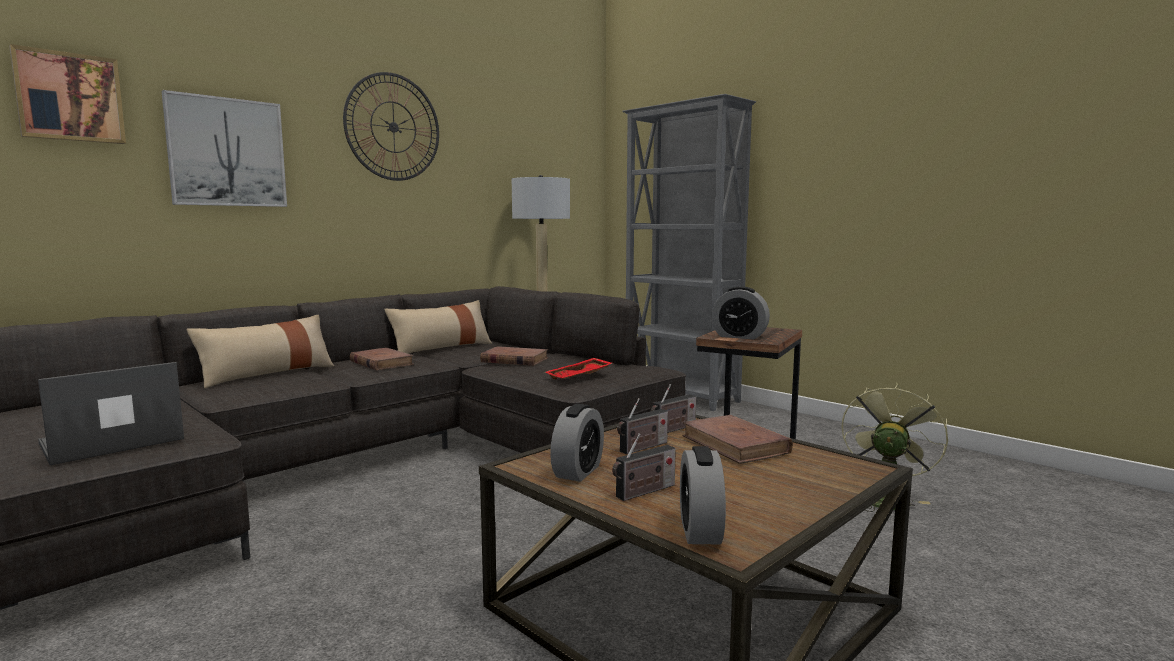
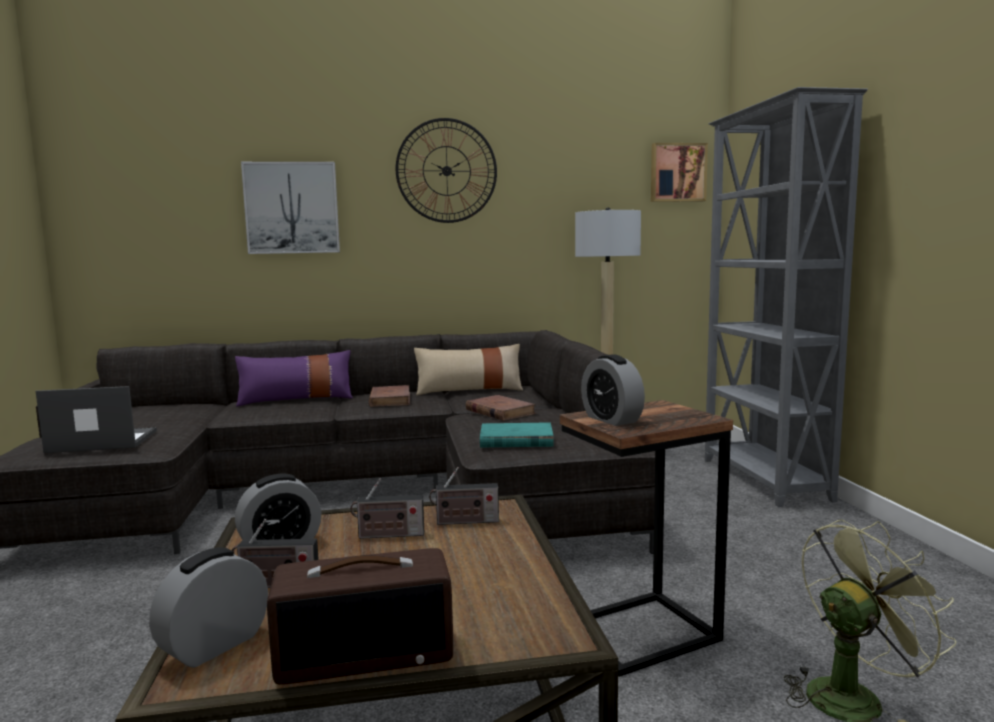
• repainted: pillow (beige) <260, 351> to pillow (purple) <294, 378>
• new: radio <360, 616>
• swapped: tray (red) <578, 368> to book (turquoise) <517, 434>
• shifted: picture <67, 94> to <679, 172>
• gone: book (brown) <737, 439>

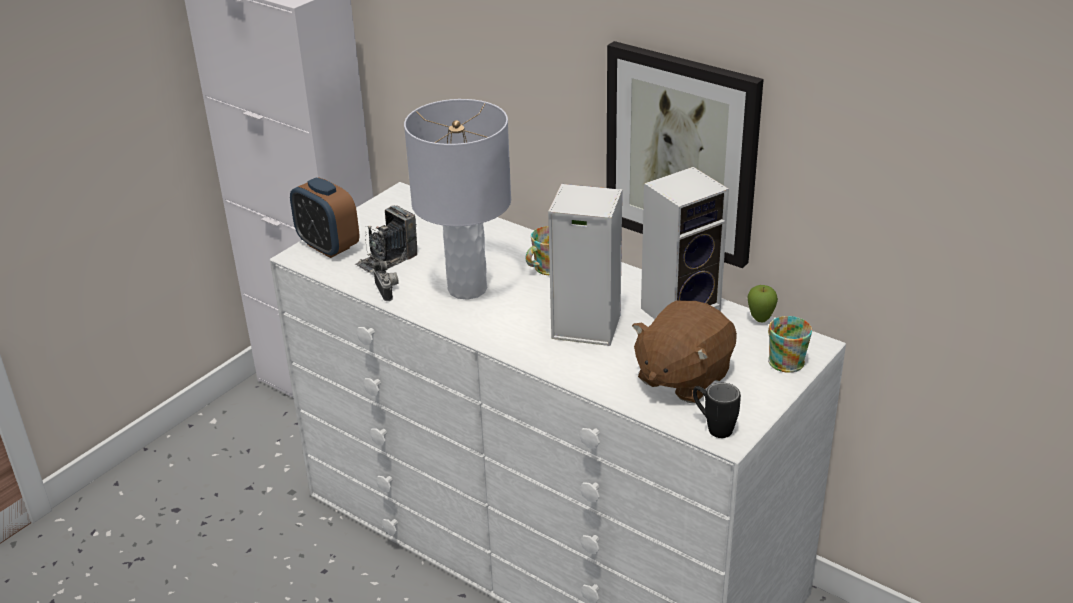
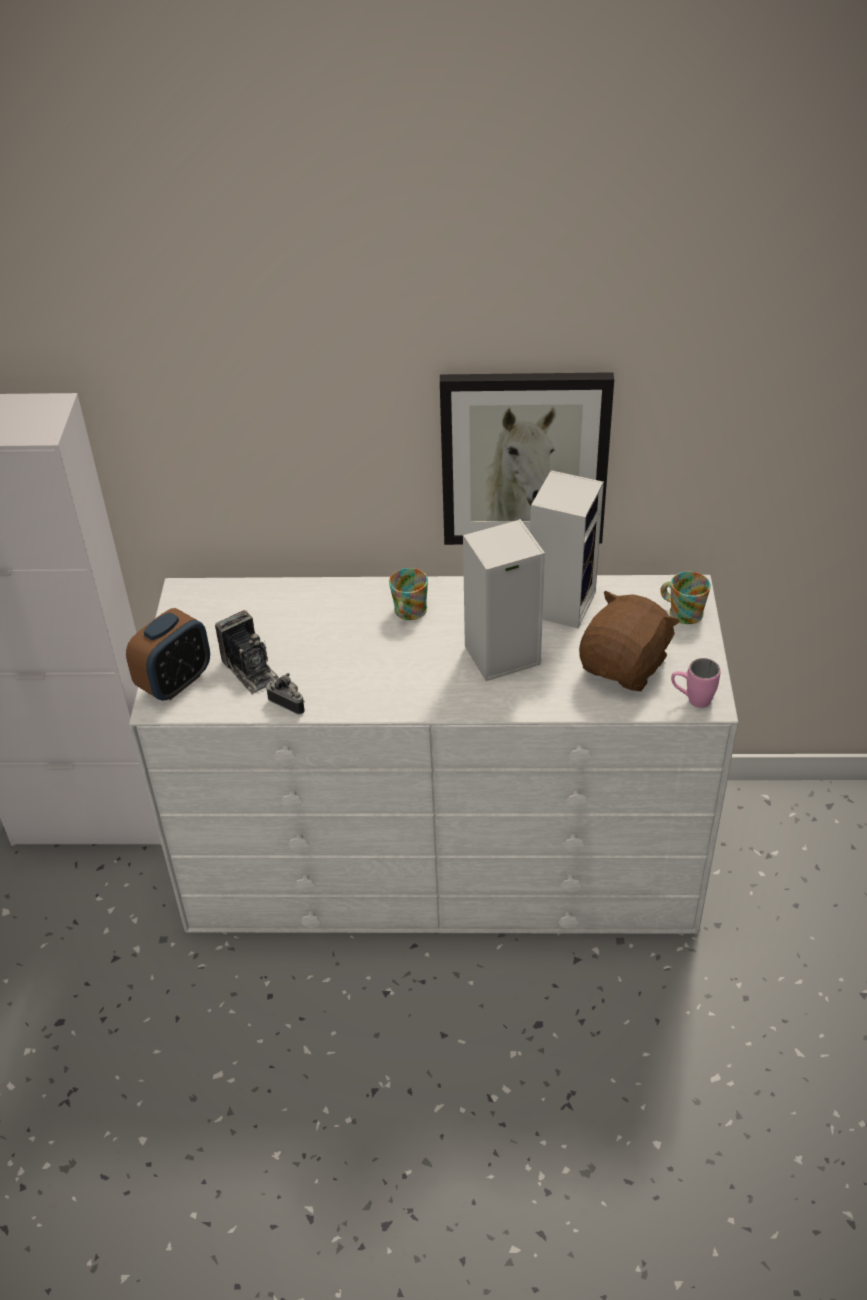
• rotated: alarm clock <325, 217> = <168, 654> 60 degrees counterclockwise
• rotated: photo camera <385, 240> = <247, 652> 45 degrees counterclockwise
• rotated: plush toy (brown) <684, 351> = <629, 640> 150 degrees counterclockwise
• repainted: mug (black) <717, 410> to mug (pink) <696, 683>
• gone: table lamp (grey) <457, 199>
• gone: apple <762, 303>

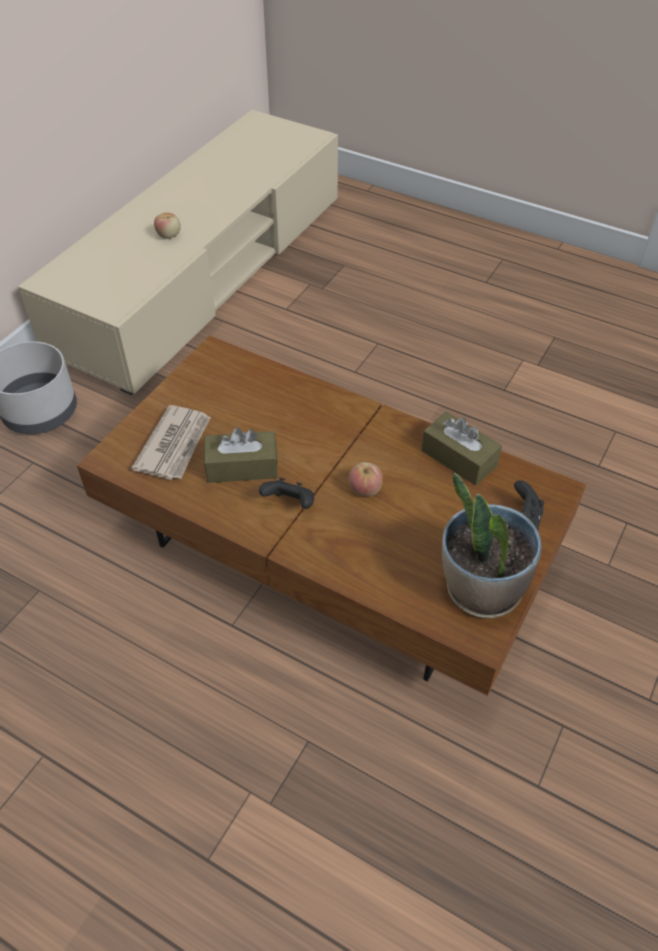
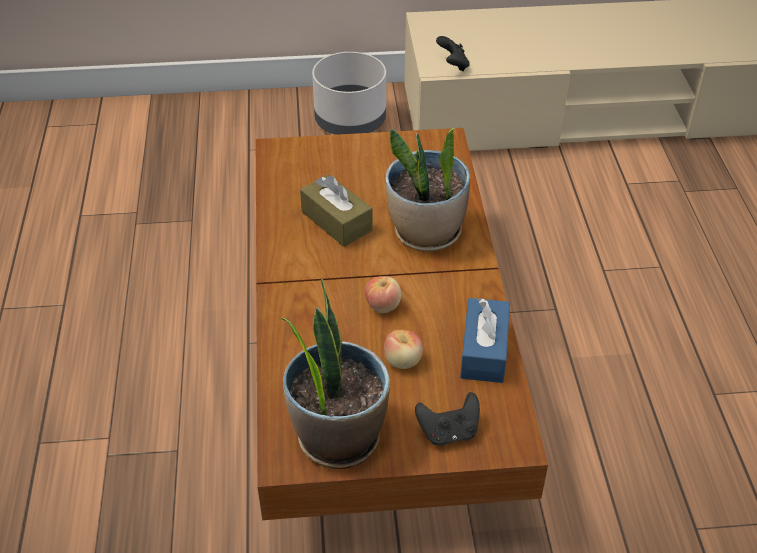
• shifted: apple <167, 226> to <403, 349>
• new: potted plant <427, 190>
• shifted: game controller (black) <286, 493> to <453, 53>
• repainted: tissue box (brown) <462, 449> to tissue box (blue) <485, 340>
• gone: newspaper <171, 442>

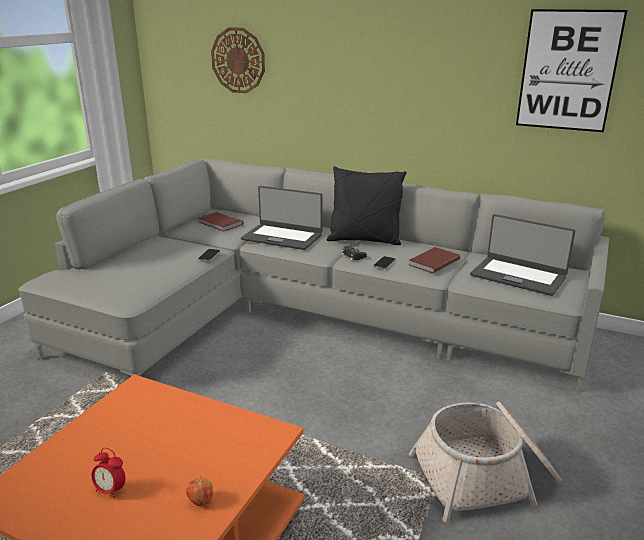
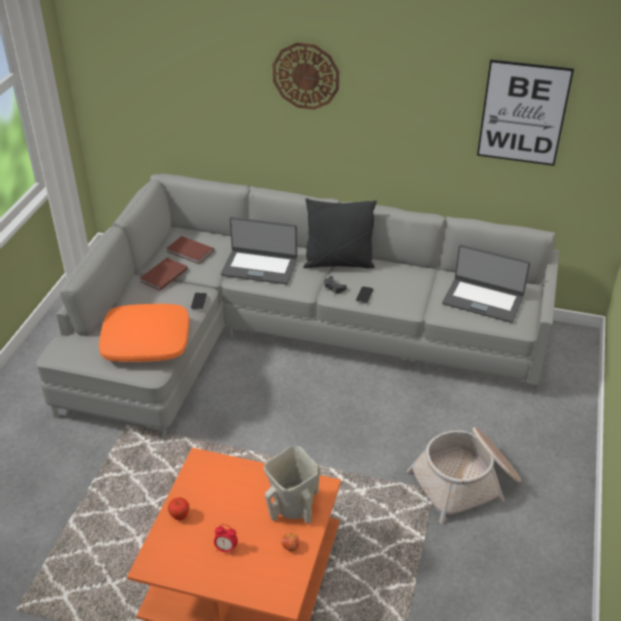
• new: pillow (orange) <144, 333>
• shifted: book (brown) <434, 260> to <164, 274>
• new: apple <178, 508>
• new: vase (beige) <292, 484>
• shifted: wall clock <238, 60> to <306, 76>

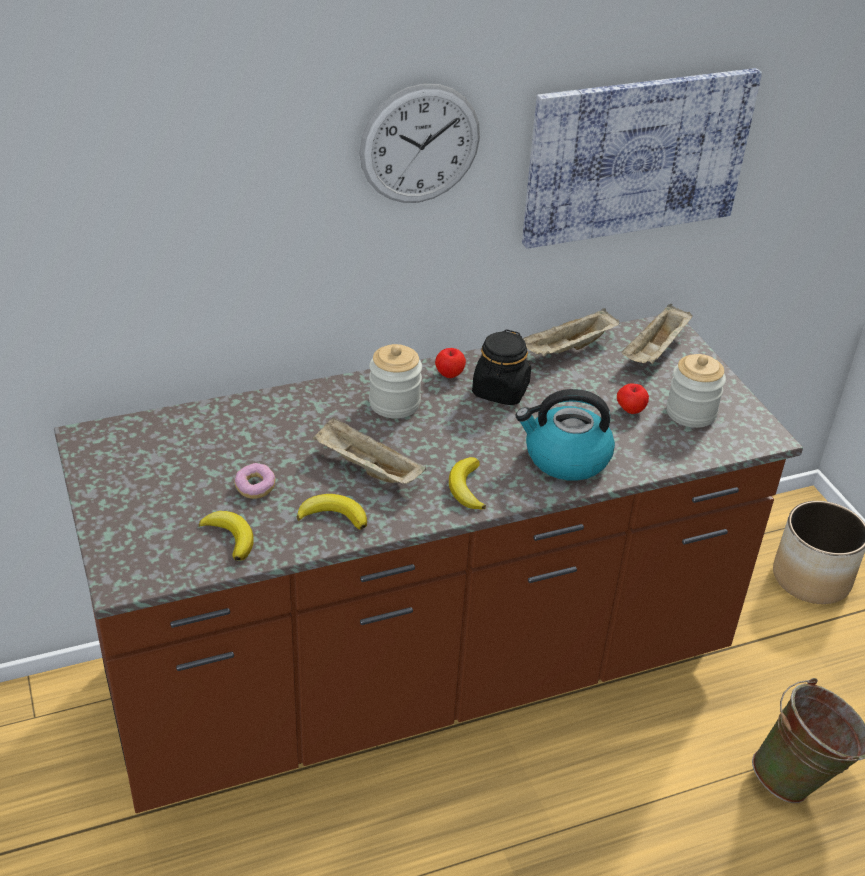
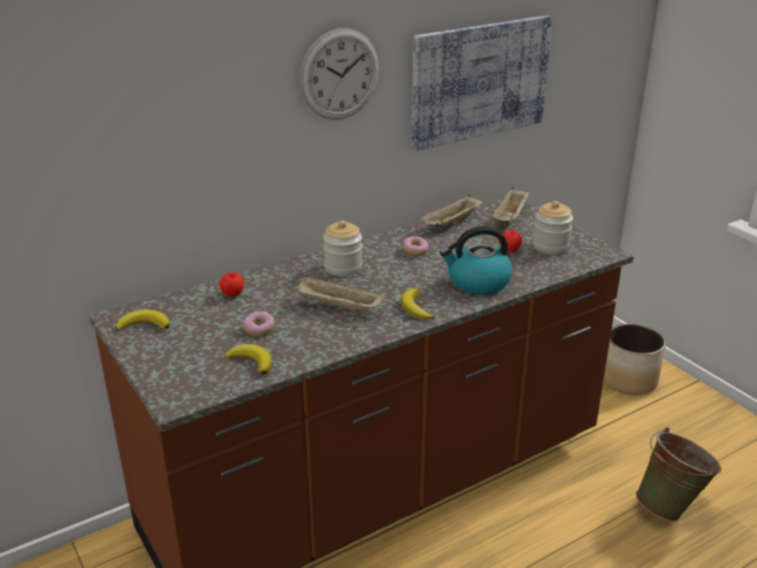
• shifted: banana <332, 512> to <143, 320>
• shifted: apple <450, 363> to <231, 285>
• swapped: jar (black) <501, 367> to donut <415, 246>

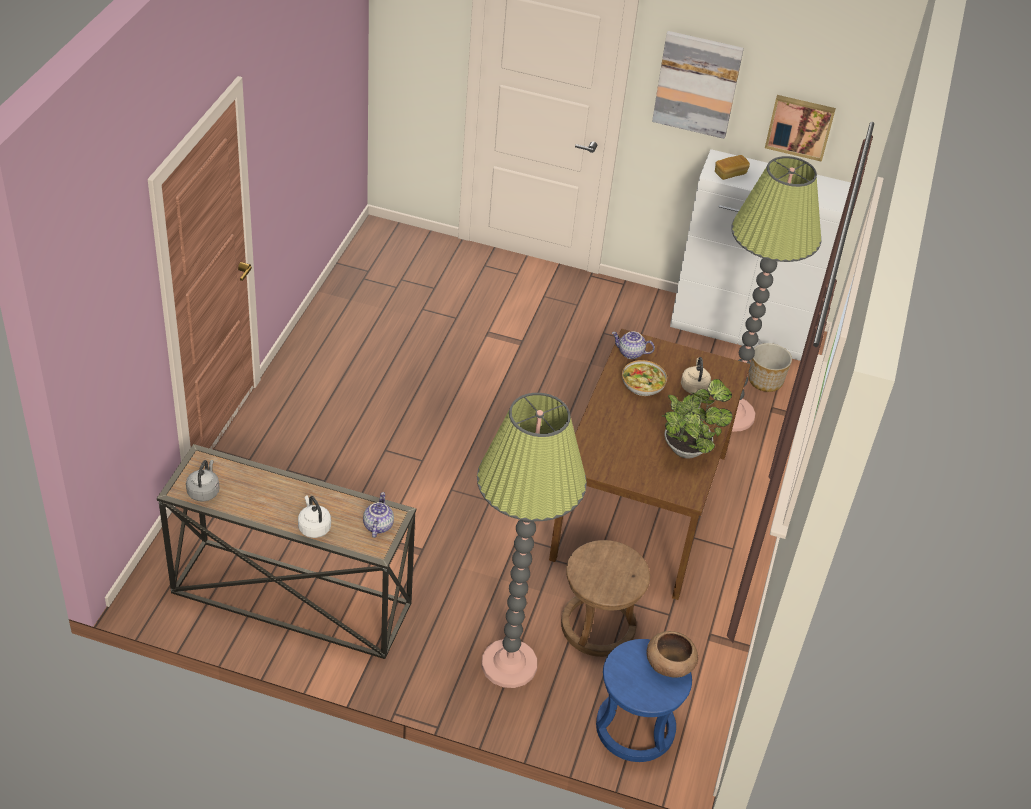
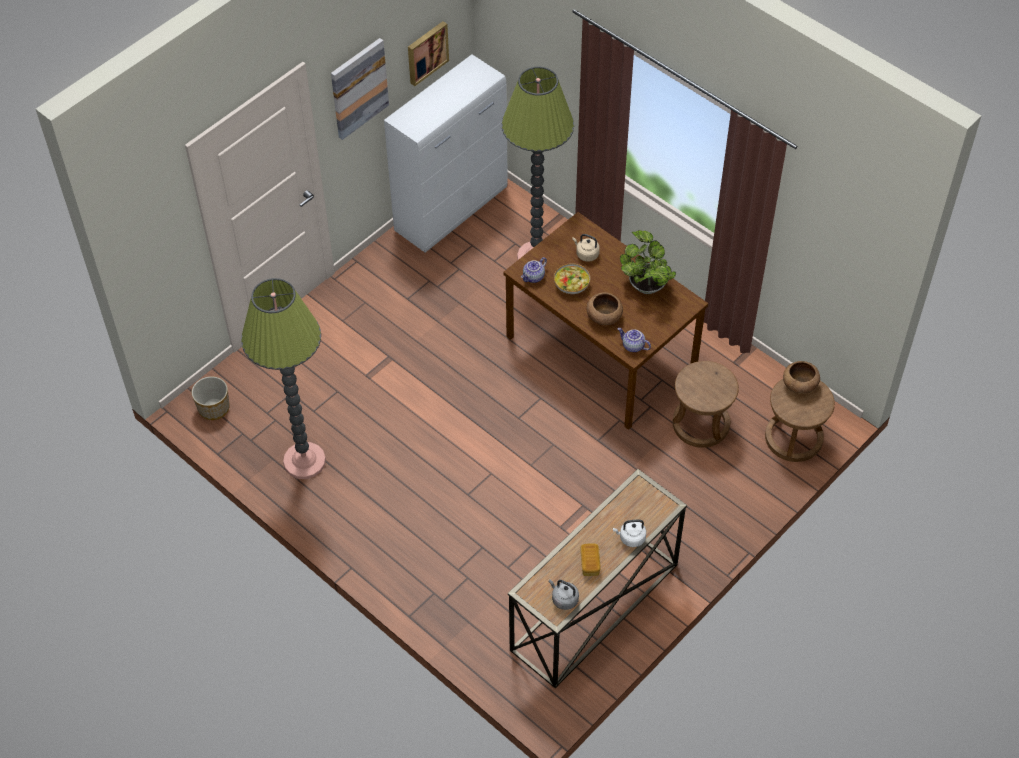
• shifted: planter <770, 367> to <211, 398>
• shifted: floor lamp <532, 540> to <283, 378>
• shifted: bread <732, 167> to <591, 559>
• new: bowl (brown) <605, 308>
• shifted: teapot <378, 515> to <634, 340>
• repainted: stool (blue) <644, 700> to stool (brown) <800, 420>

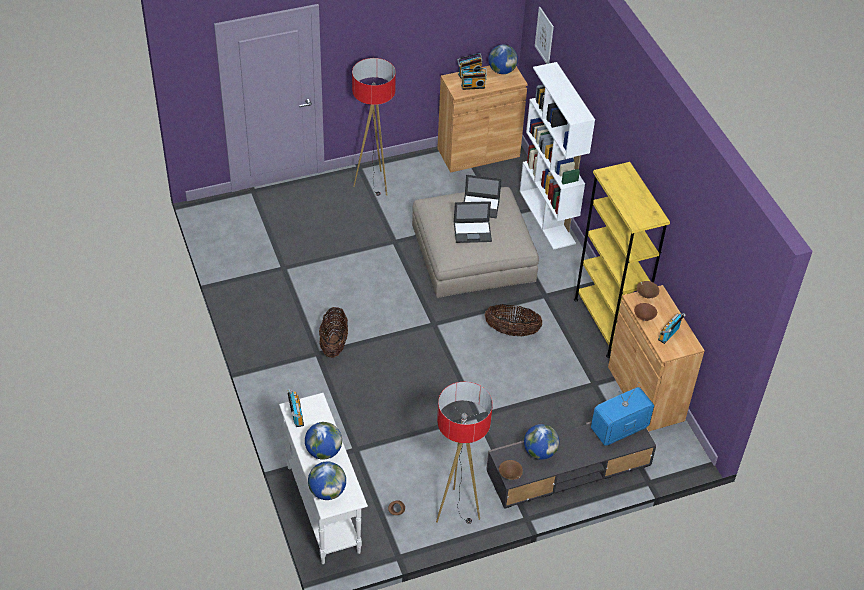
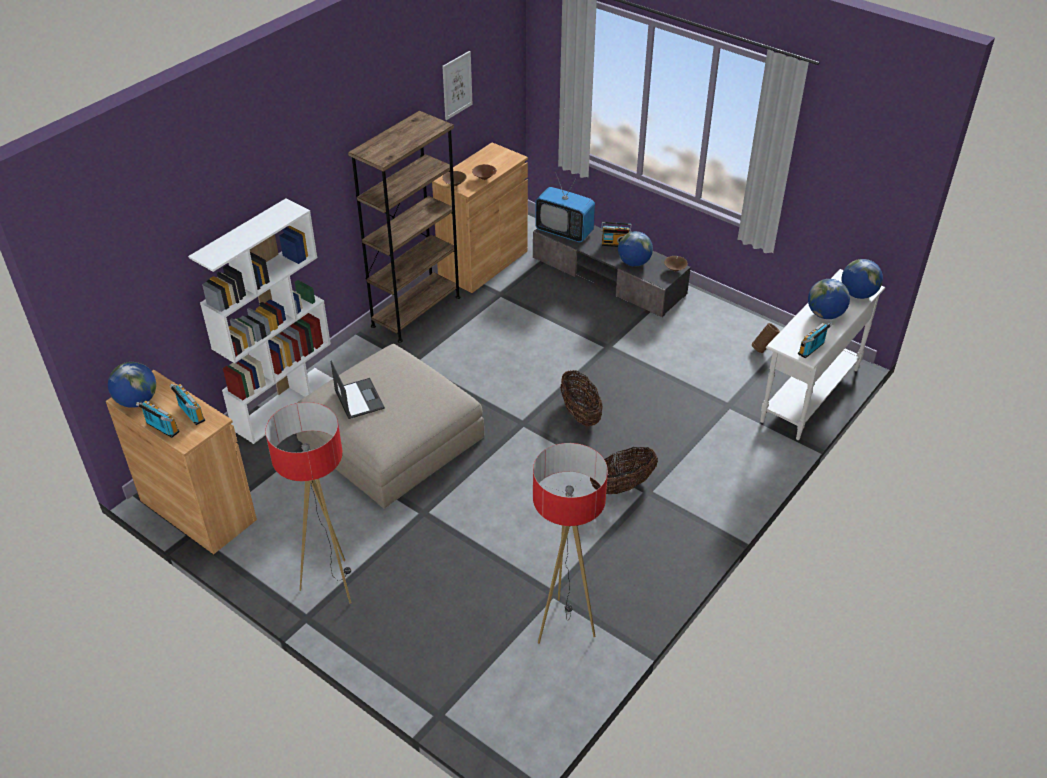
• repainted: bookcase (yellow) <622, 260> to bookcase (brown) <404, 227>
• shifted: picture <544, 35> to <457, 85>
• shifted: floor lamp <464, 453> to <570, 543>
• shifted: basket <513, 320> to <581, 398>
• shifted: radio <672, 328> to <616, 234>
• gone: laptop <473, 222>

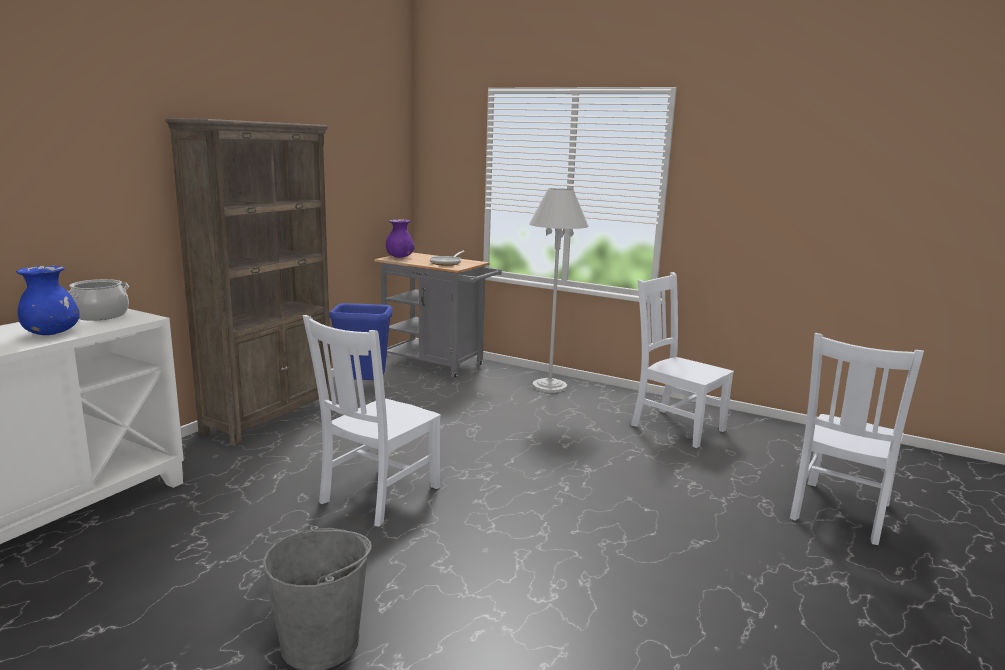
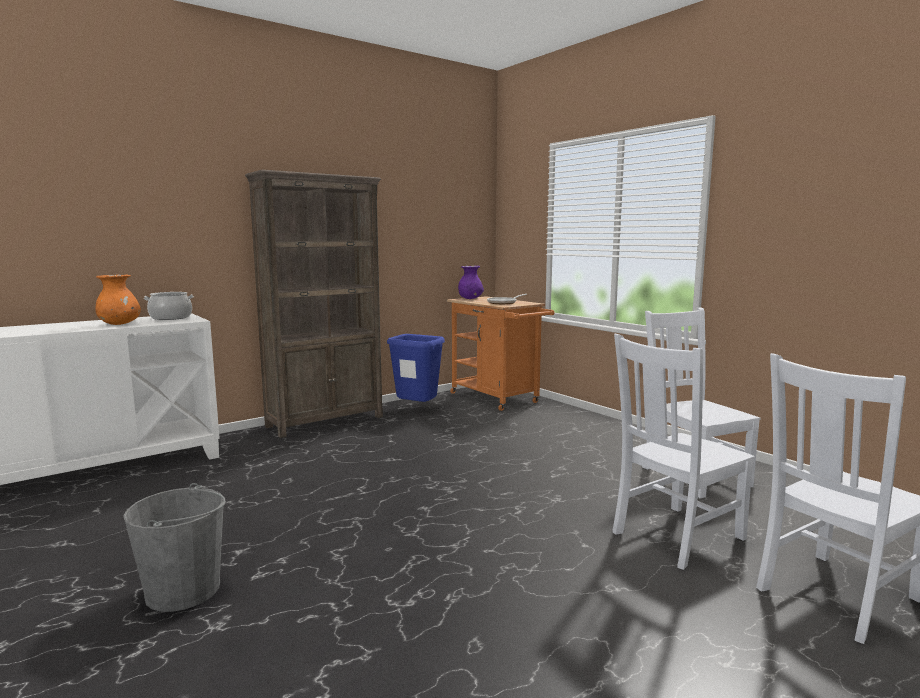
• repainted: vase (blue) <48, 300> to vase (orange) <118, 300>
• repainted: cart (grey) <438, 316> to cart (orange) <500, 353>
• shifted: chair (white) <372, 421> to <683, 452>
• gone: floor lamp (white) <559, 290>

